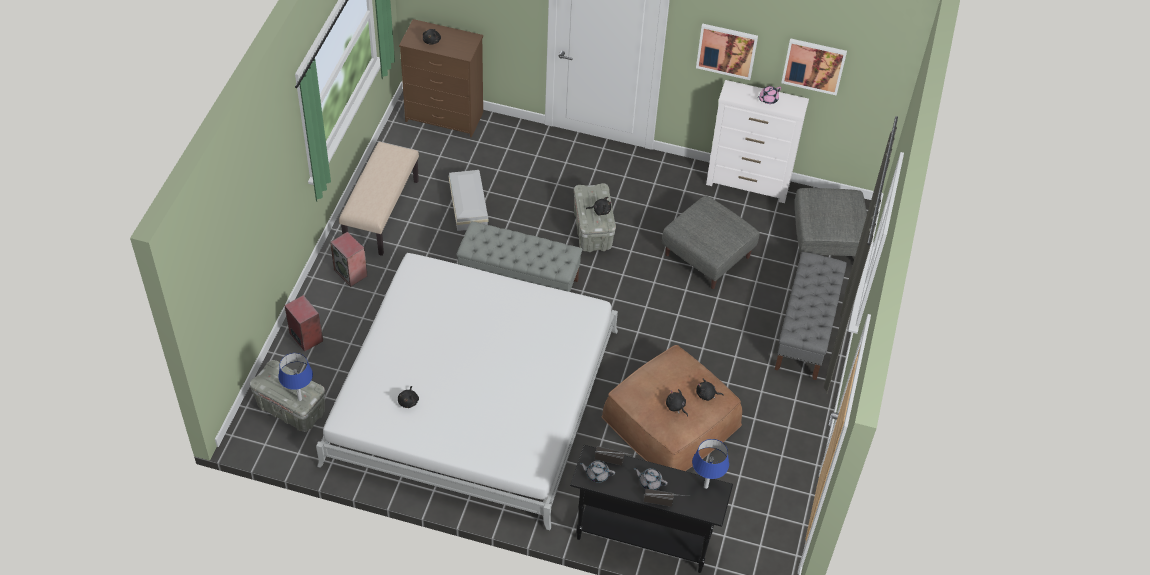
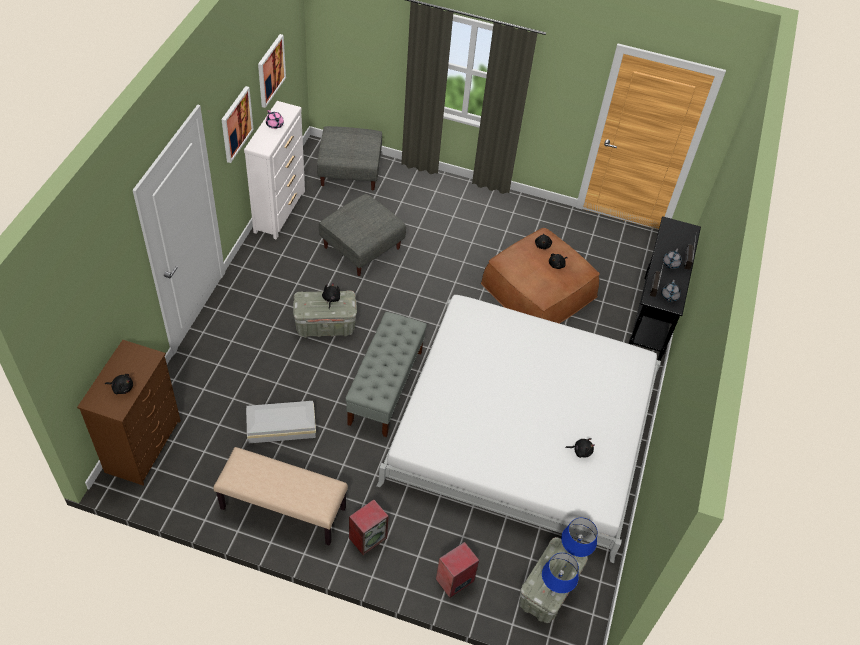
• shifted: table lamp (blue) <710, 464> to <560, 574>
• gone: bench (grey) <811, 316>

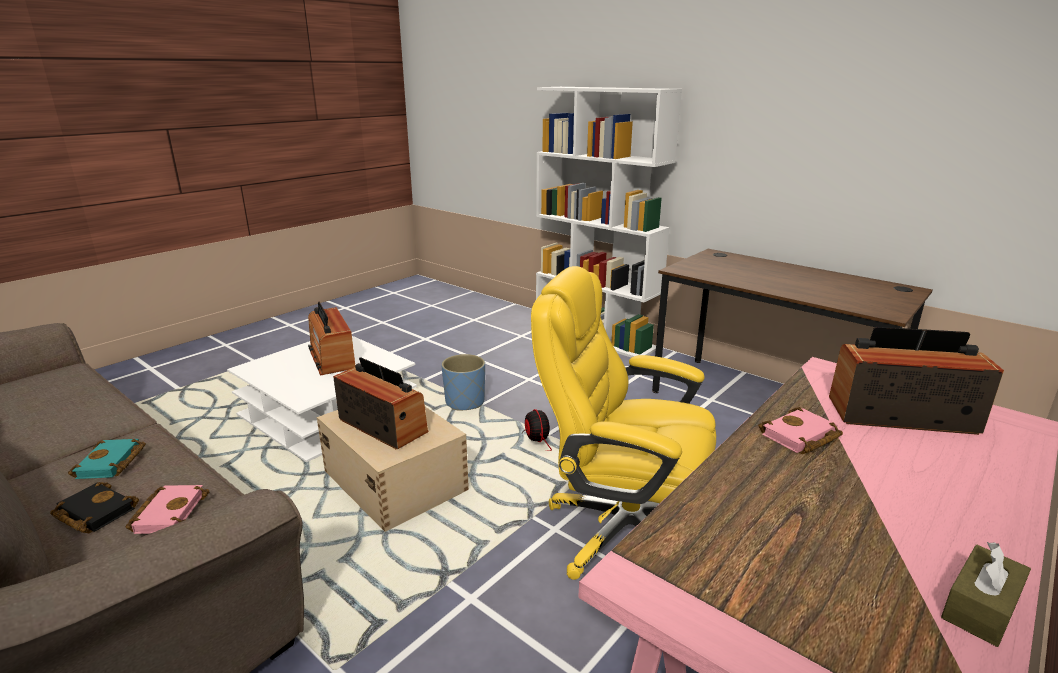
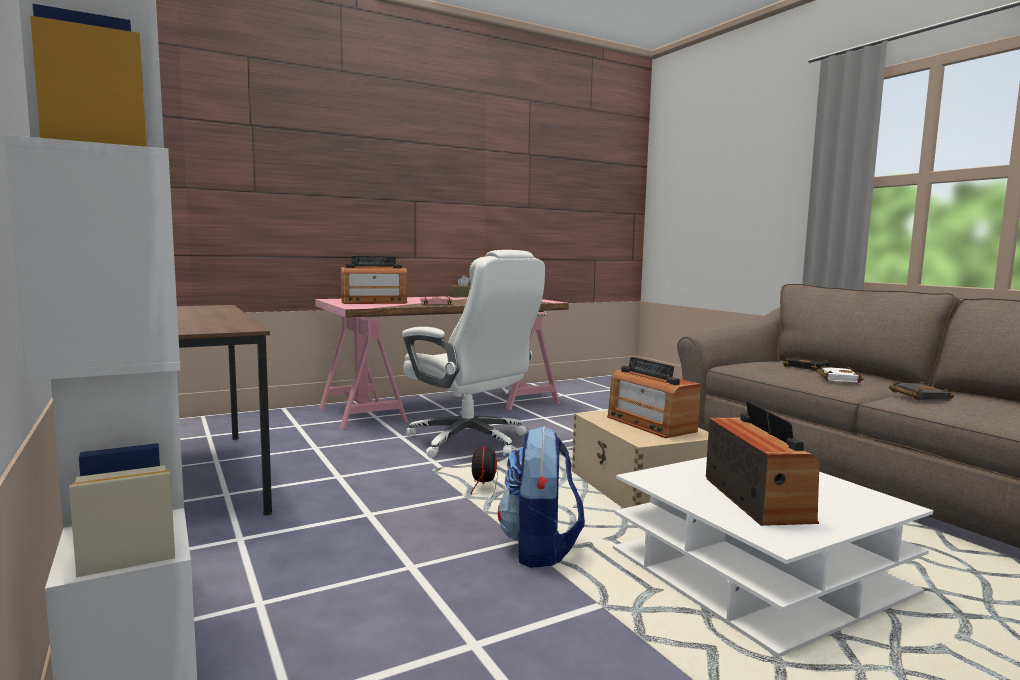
• rotated: radio <916, 381> = <374, 280> 45 degrees counterclockwise
• repainted: office chair (yellow) <623, 423> to office chair (white) <473, 354>
• swapped: planter (blue) <463, 382> to backpack <541, 497>
• repainted: book (turquoise) <107, 459> to book (white) <840, 374>
• new: book (black) <921, 391>
• gone: book (pink) <168, 509>

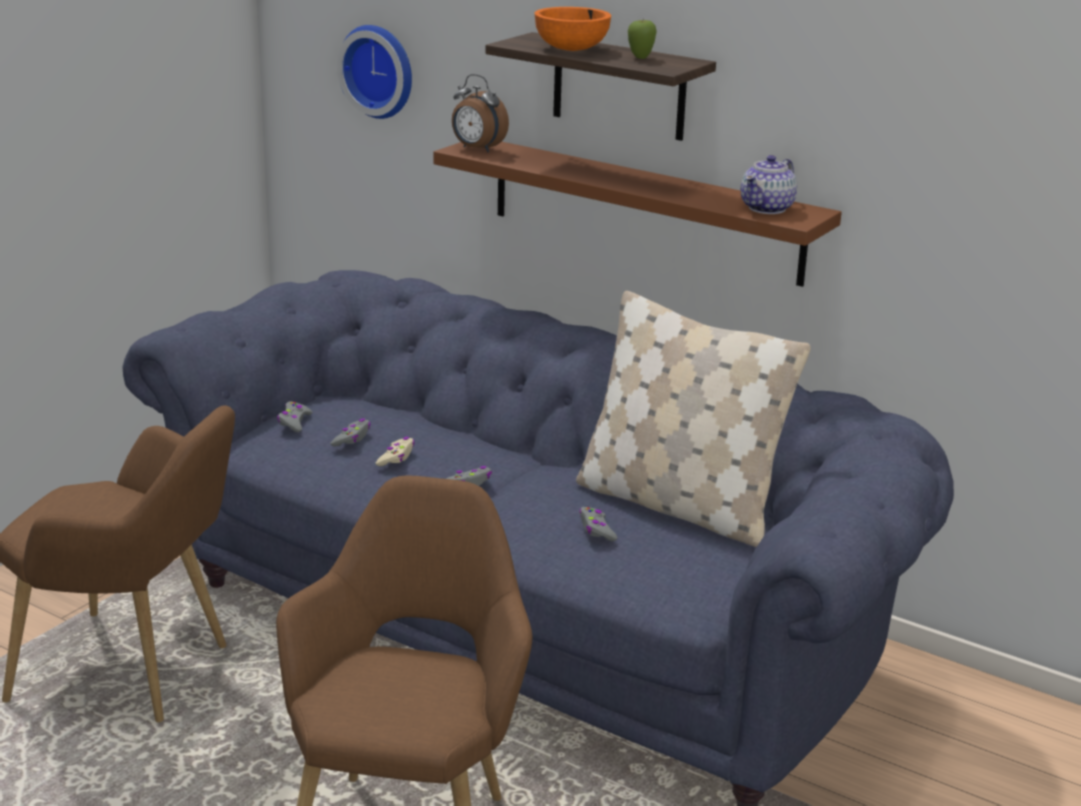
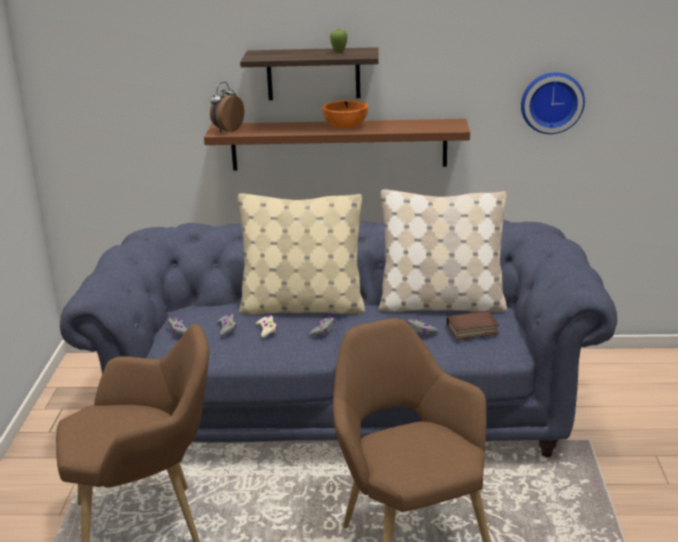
• rotated: alarm clock <480, 113> = <227, 107> 120 degrees clockwise
• new: pillow (beige) <301, 254>
• shifted: bowl (orange) <573, 29> to <345, 114>
• new: book <473, 325>
• shifted: wall clock <374, 72> to <553, 103>
• gone: teapot <769, 184>

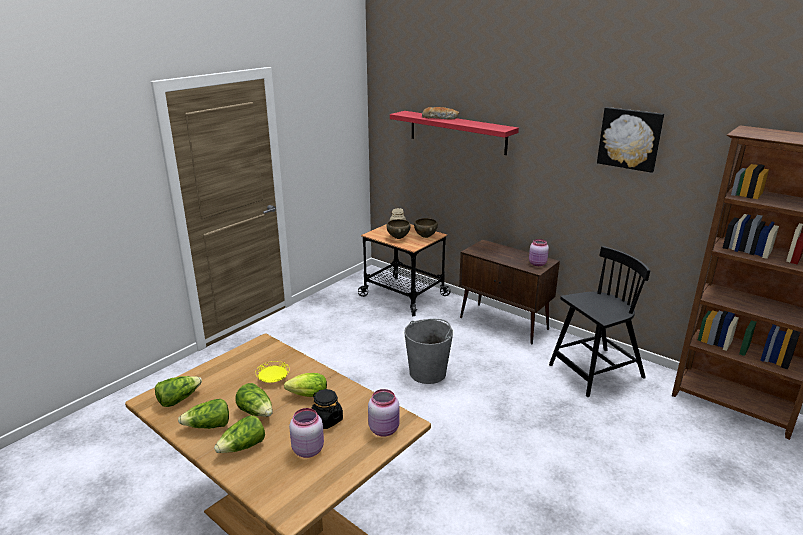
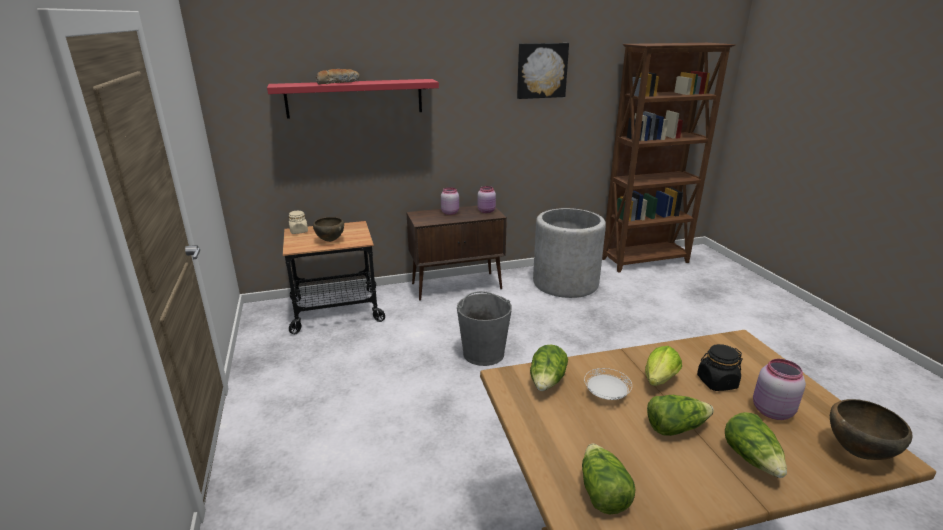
• shifted: jar (pink) <383, 412> to <450, 201>
• shifted: lettuce <203, 414> to <549, 367>
• swapped: chair (black) <599, 321> to planter (grey) <569, 253>
• repainted: plate (yellow) <272, 372> to plate (white) <608, 384>
• shifted: bowl (brown) <426, 228> to <871, 429>

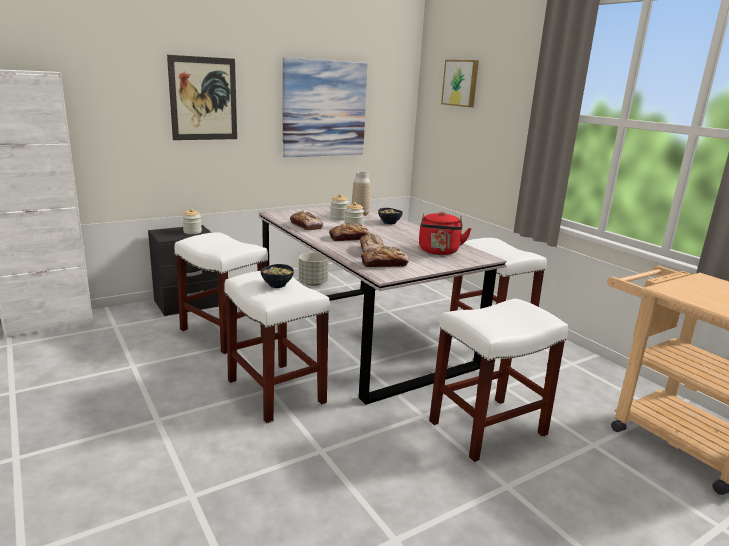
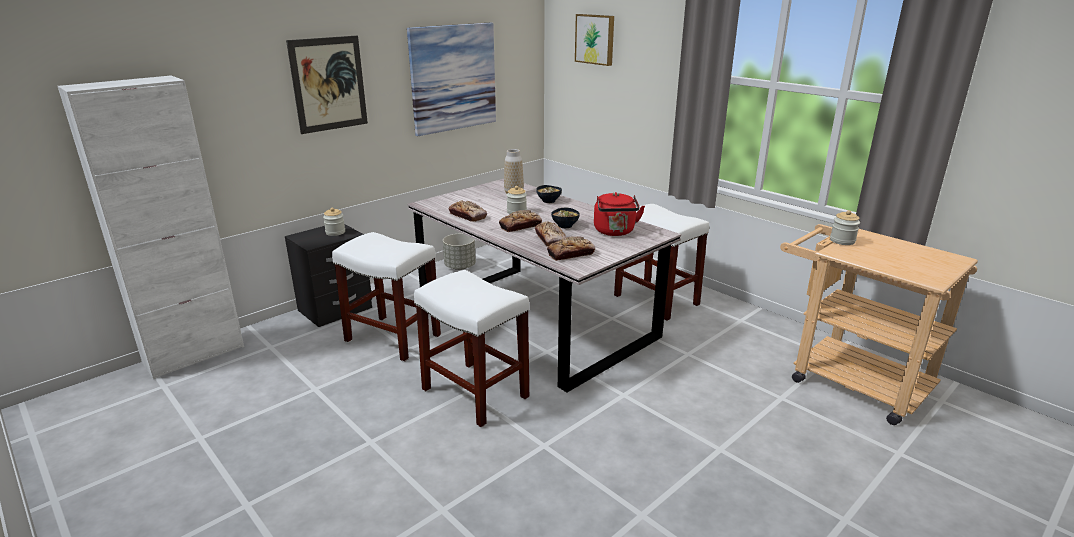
• shifted: bowl <277, 276> to <565, 218>
• shifted: jar <339, 207> to <845, 227>
• gone: stool (white) <498, 380>

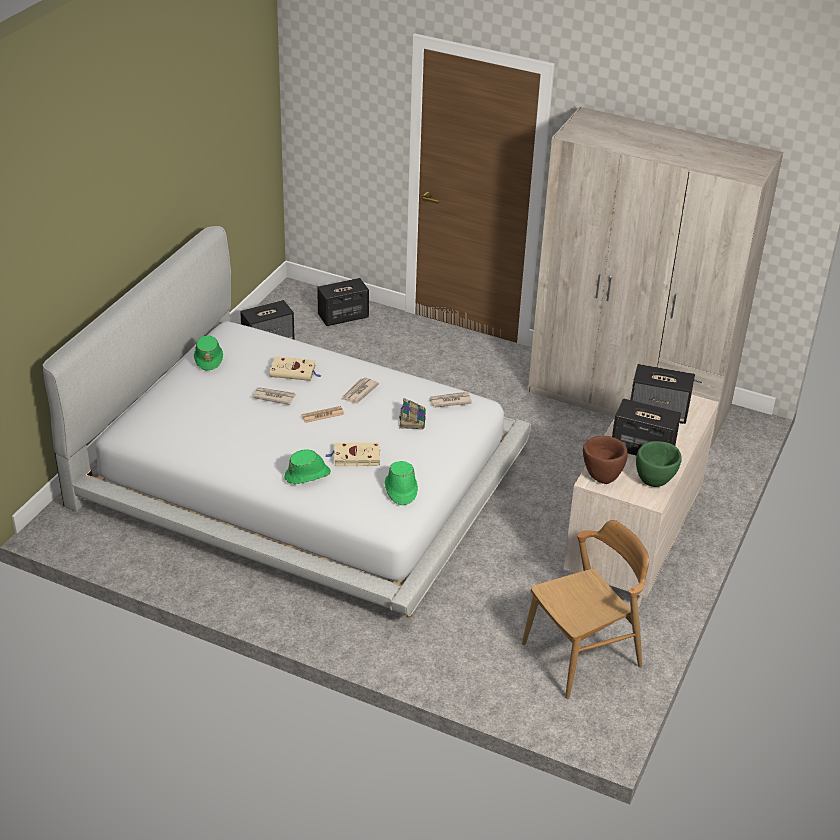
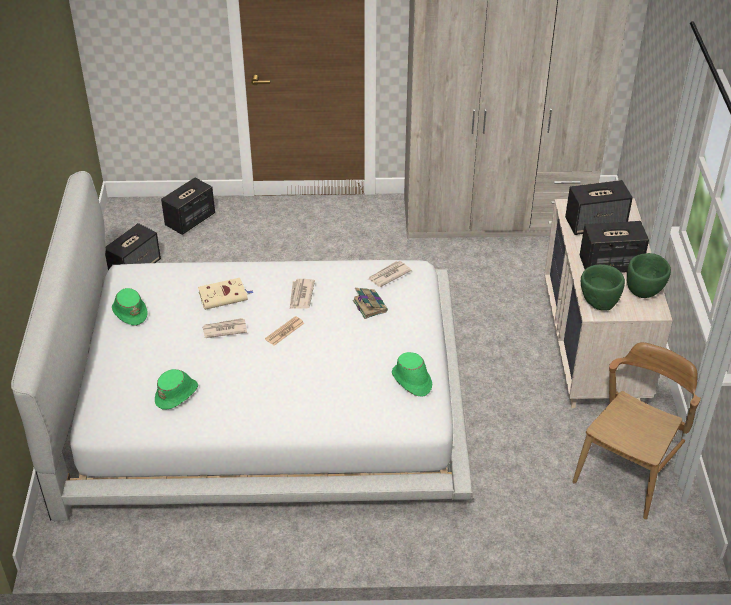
• shifted: hat (green) <307, 466> to <176, 389>
• repainted: bowl (brown) <605, 460> to bowl (green) <603, 287>
• gone: book (beige) <353, 454>

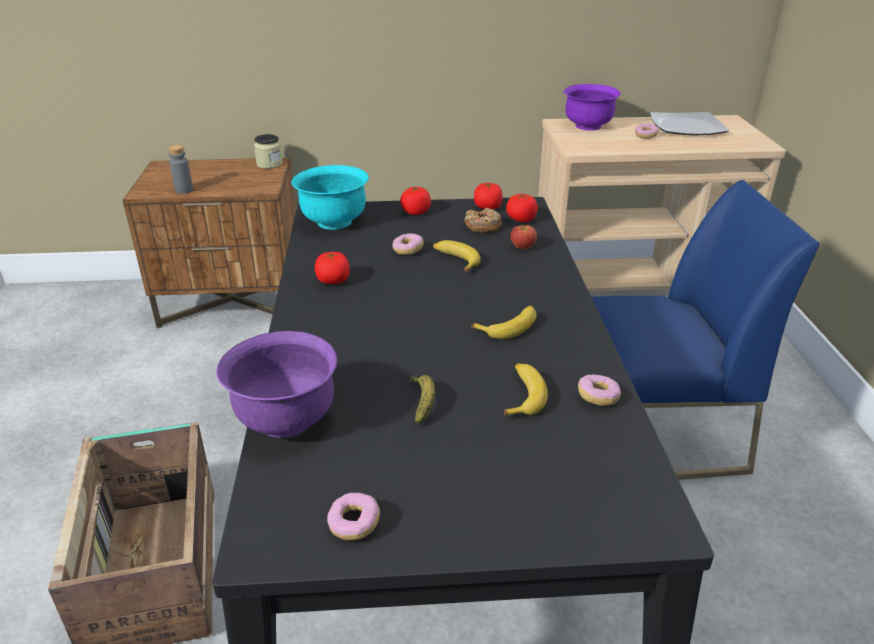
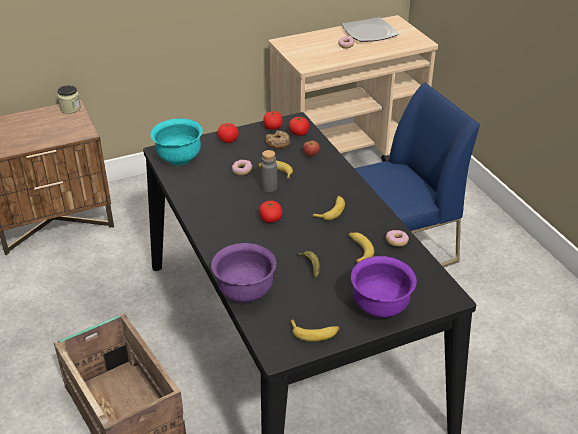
• shifted: tomato <332, 268> to <270, 212>
• shifted: bottle (grey) <180, 169> to <269, 171>
• swapped: donut <353, 517> to banana <315, 331>
• shifted: bowl (purple) <592, 107> to <384, 287>

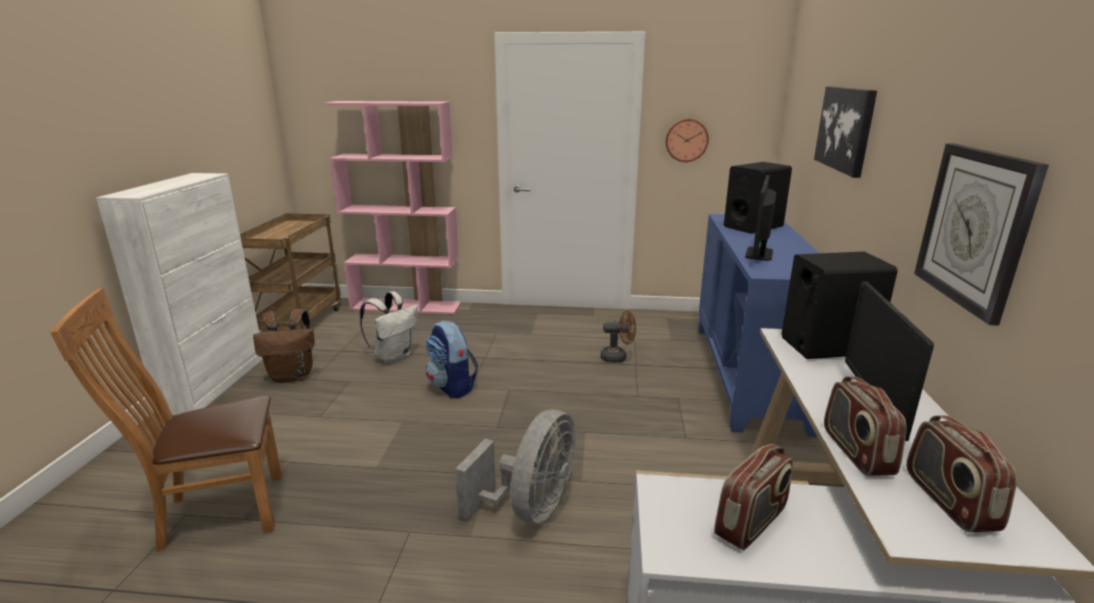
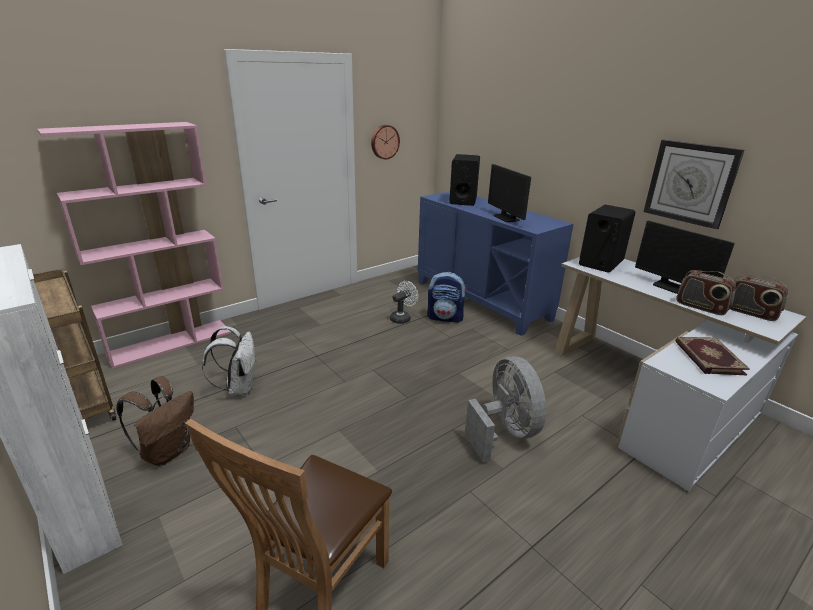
• repainted: fan (brown) <618, 336> to fan (white) <404, 302>
• shifted: backpack <451, 359> to <447, 297>
• swapped: radio <753, 497> to book <713, 356>
• gone: picture <845, 132>

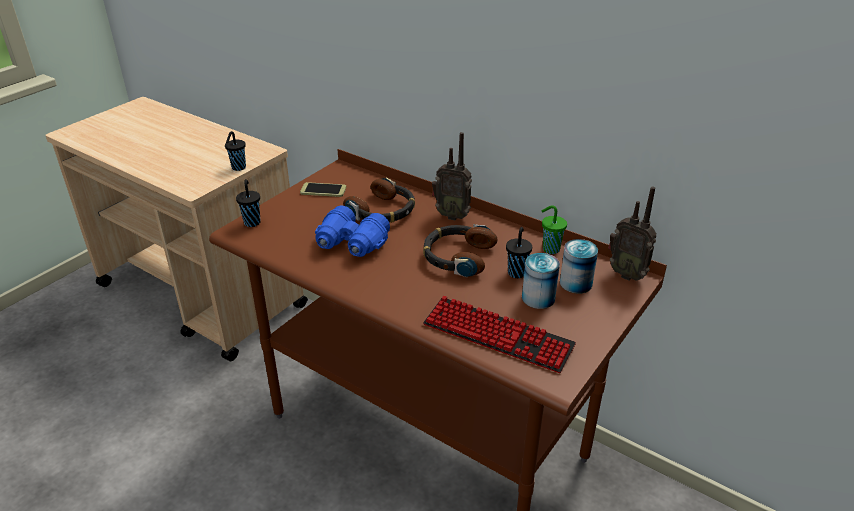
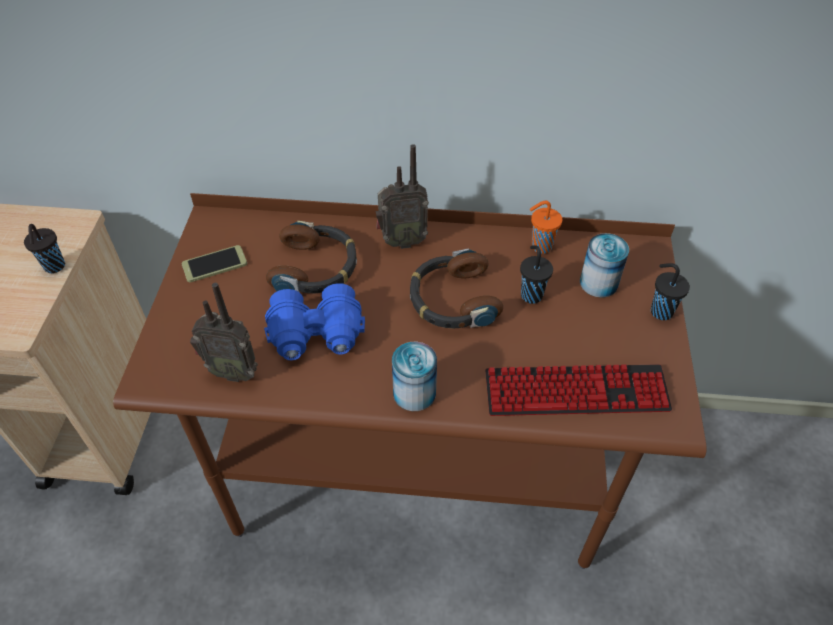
• shifted: radio <632, 234> to <224, 332>
• shifted: can <541, 281> to <414, 376>
• repainted: cup (green) <554, 229> to cup (orange) <546, 227>
• shifted: cup (black) <248, 203> to <670, 291>

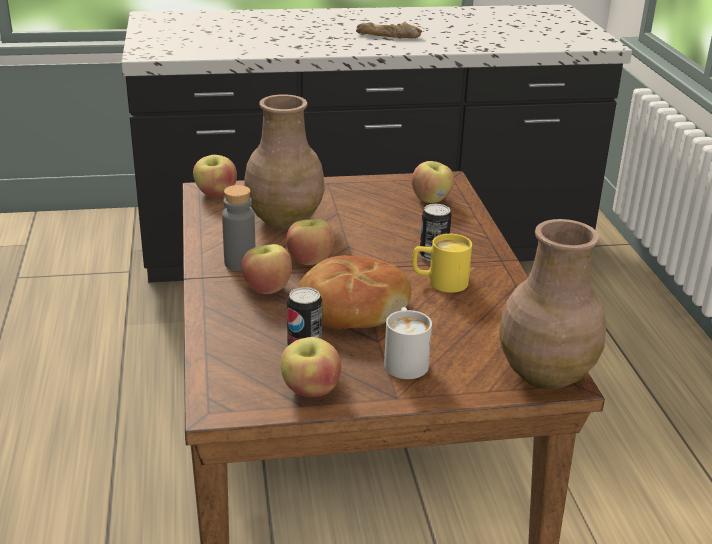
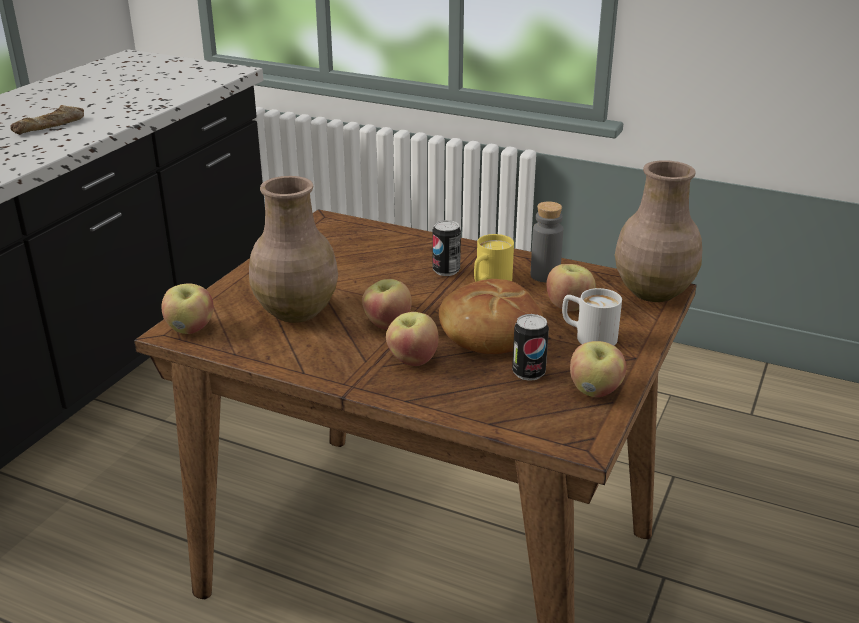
• shifted: bottle (grey) <238, 228> to <547, 241>
• shifted: apple <433, 182> to <571, 287>

